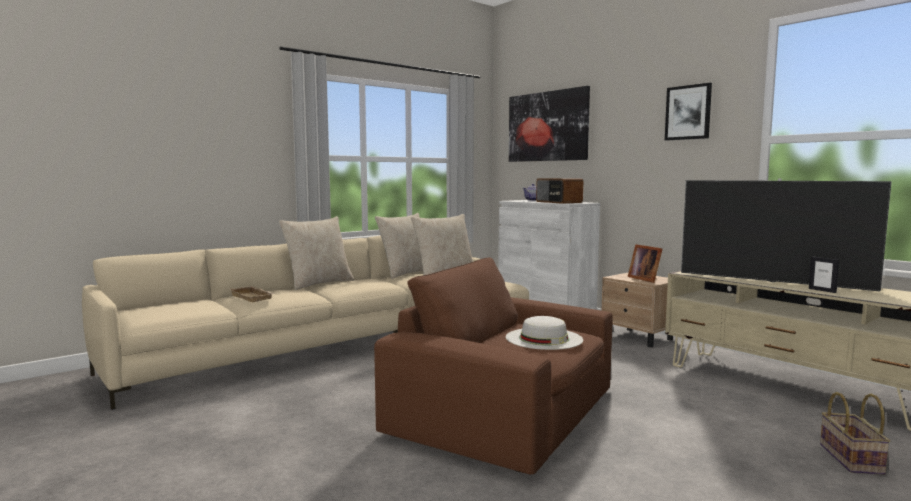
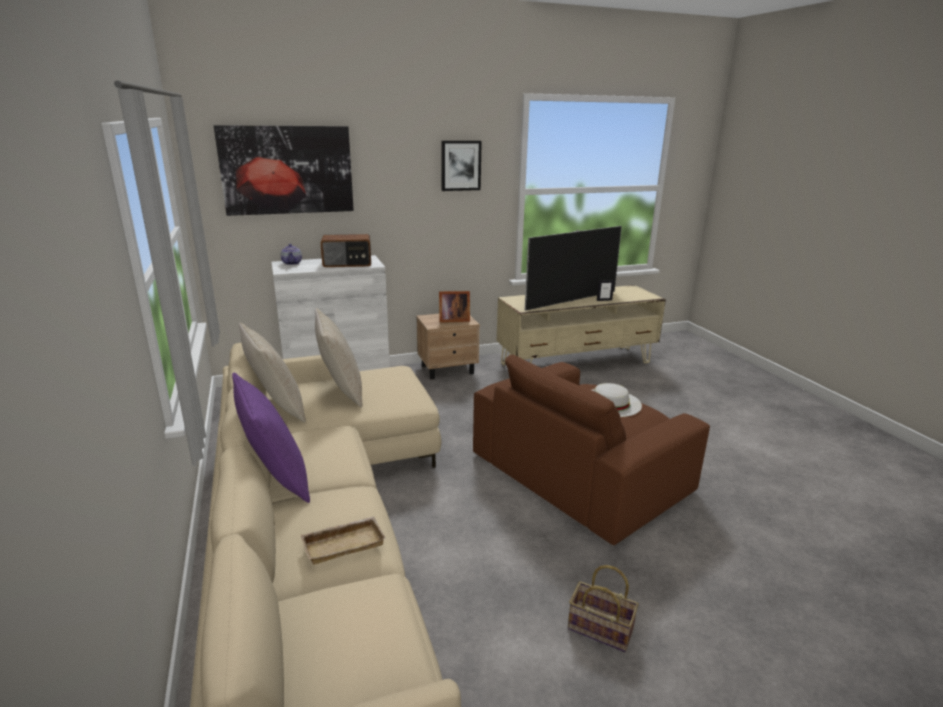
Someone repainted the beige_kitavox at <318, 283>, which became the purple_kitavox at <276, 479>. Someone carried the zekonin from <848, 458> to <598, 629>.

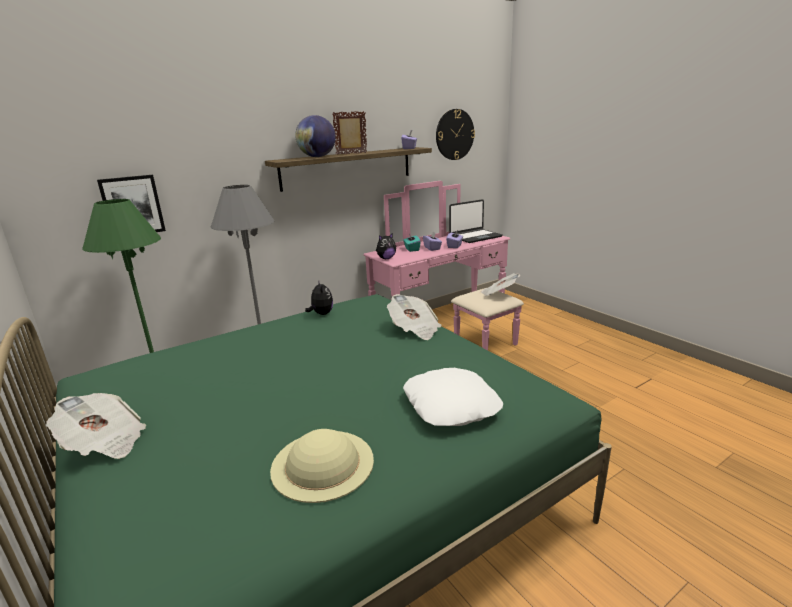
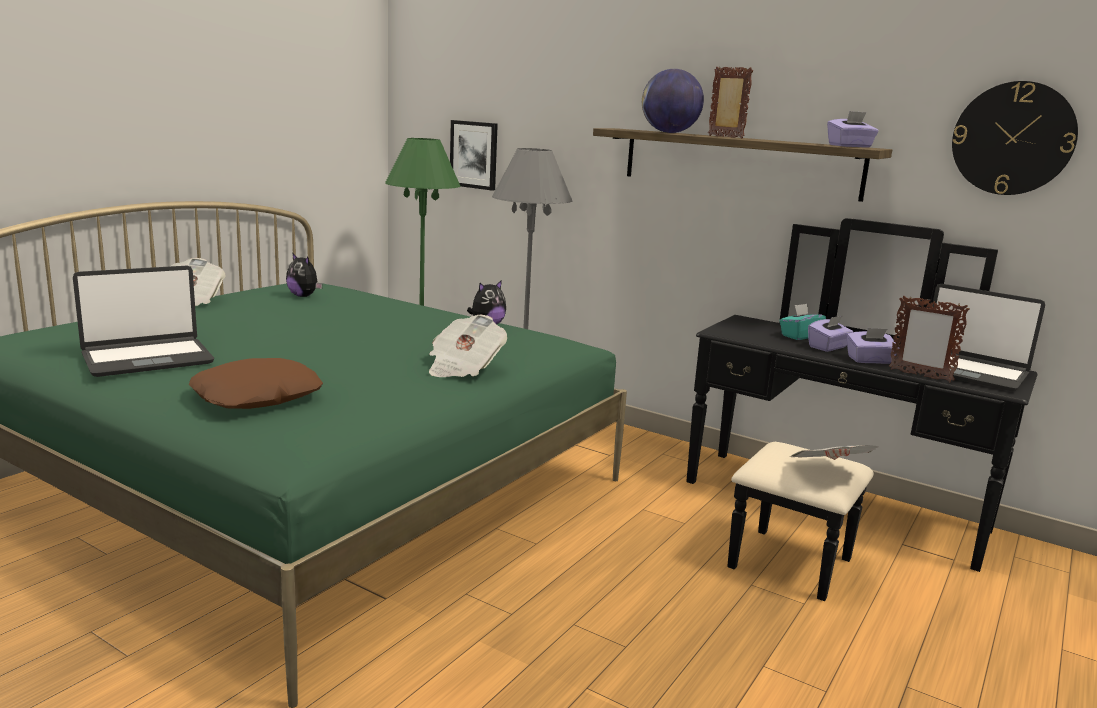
Someone swapped the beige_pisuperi at <322, 464> for the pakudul at <147, 359>. Someone repainted the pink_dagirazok at <450, 324>, which became the black_dagirazok at <825, 518>. Someone carried the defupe from <386, 258> to <304, 296>. Someone repainted the white_kitavox at <451, 405>, which became the brown_kitavox at <257, 397>. Someone put down the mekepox at <919, 375>.

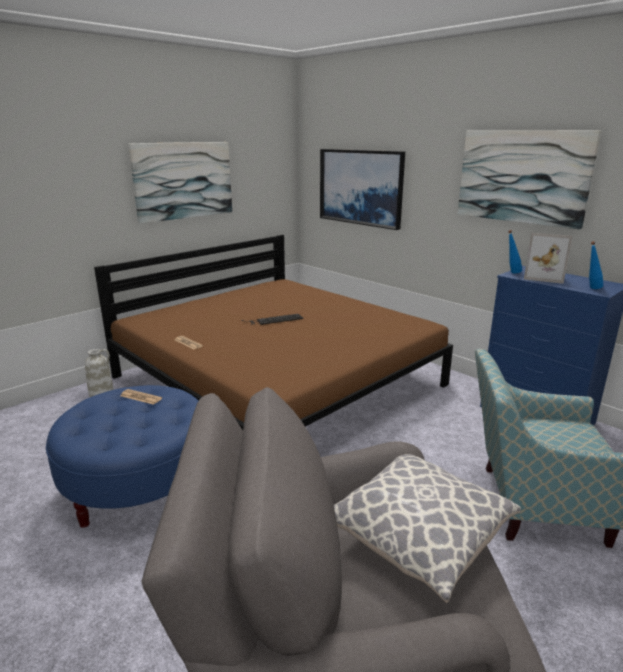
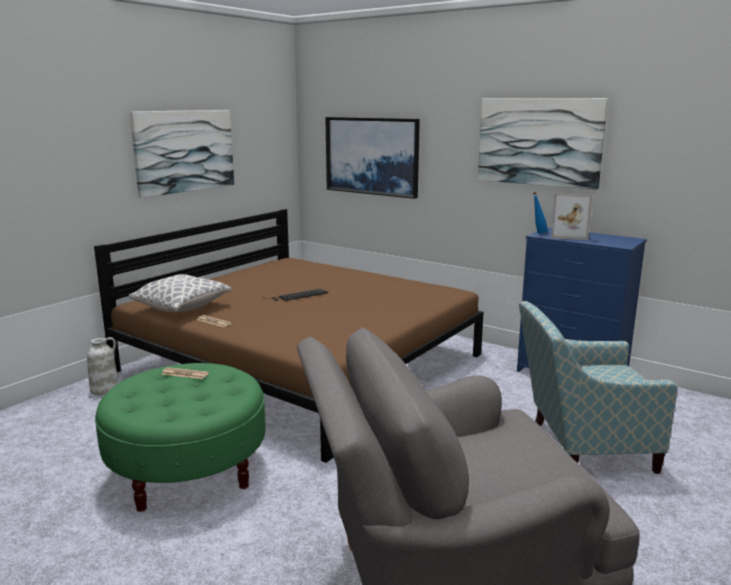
Someone repainted the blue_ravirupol at <140, 487>, which became the green_ravirupol at <188, 471>. Someone carried the kitavox from <418, 537> to <182, 308>. Someone took away the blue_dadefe at <591, 288>.

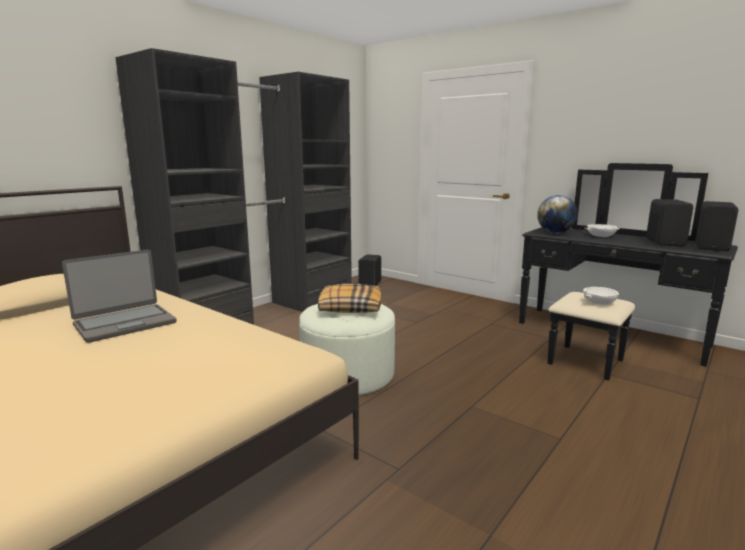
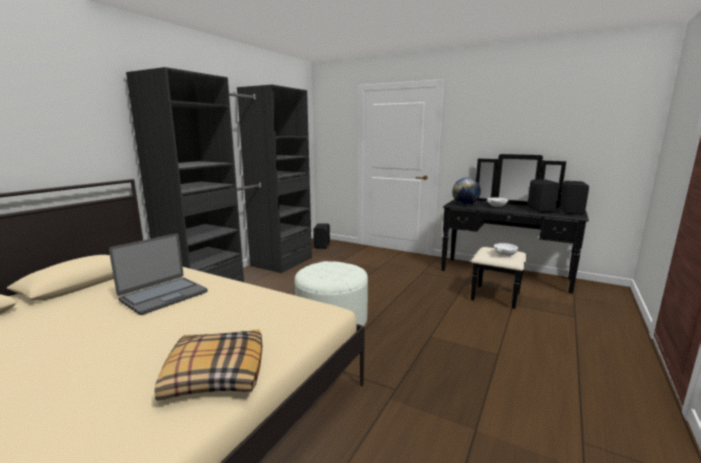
Someone carried the kitavox from <349, 307> to <215, 374>.

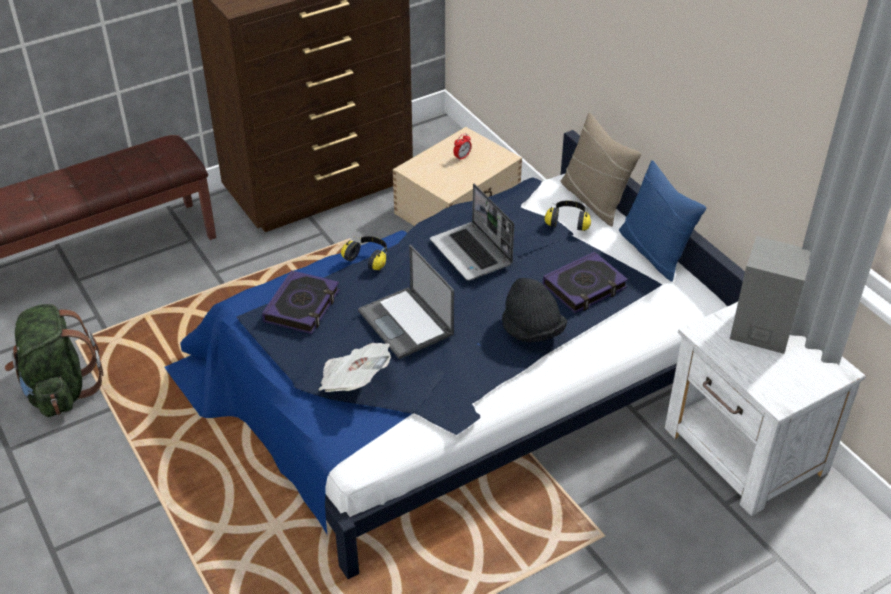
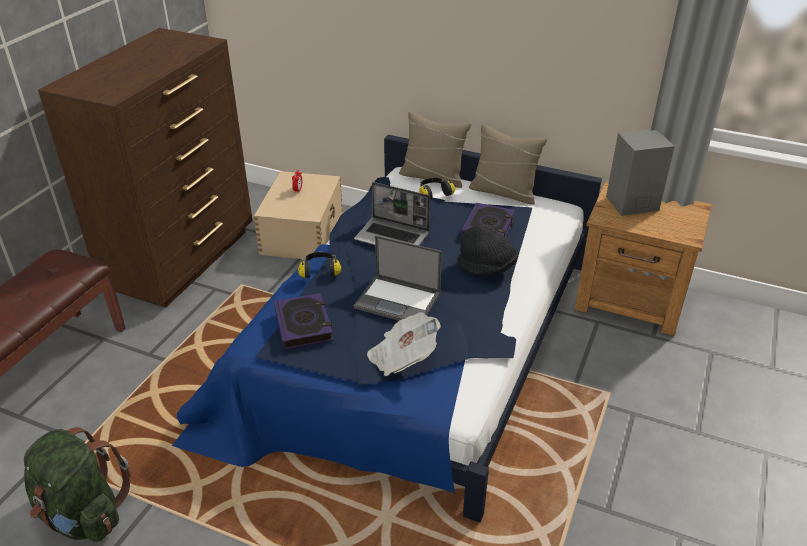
Someone repainted the blue_kitavox at <654, 252>, which became the beige_kitavox at <504, 192>. Someone repainted the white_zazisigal at <745, 452>, which became the brown_zazisigal at <631, 301>.

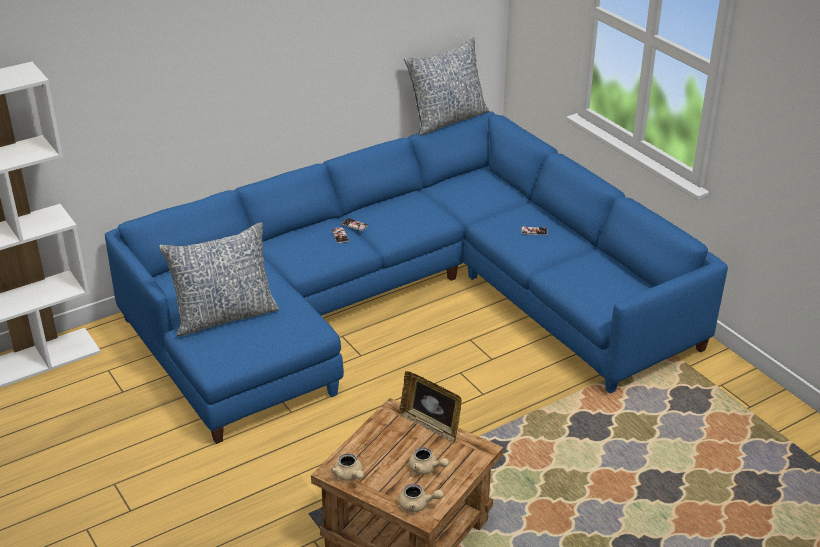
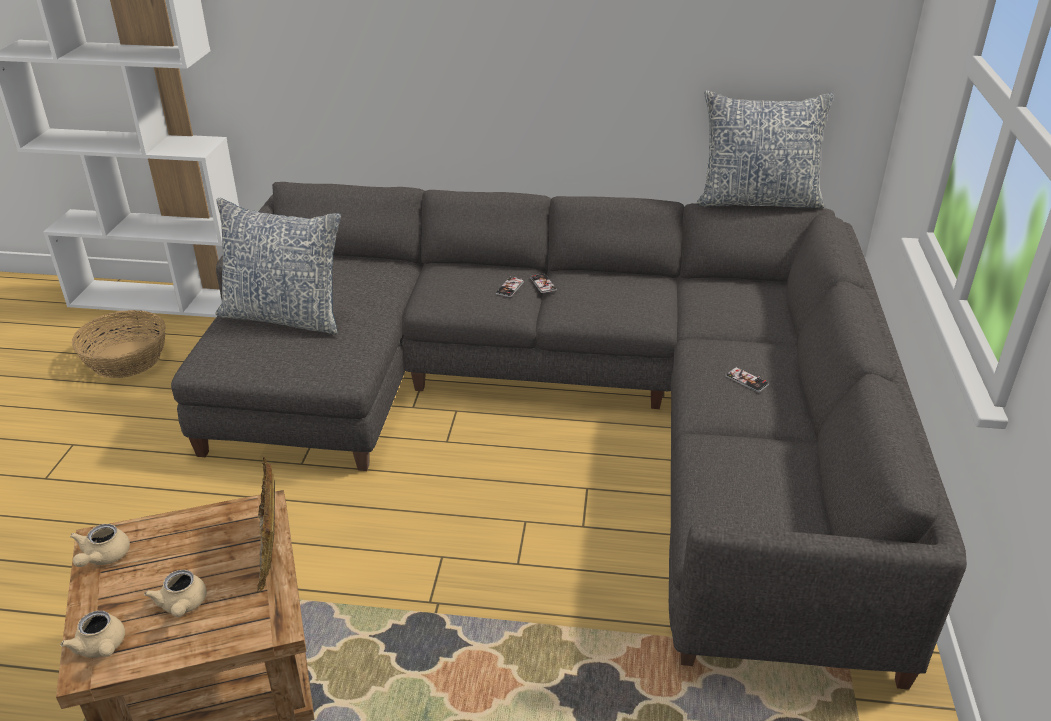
Someone repainted the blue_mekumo at <408, 301>, which became the grey_mekumo at <573, 408>. Someone put down the zekonin at <127, 359>.

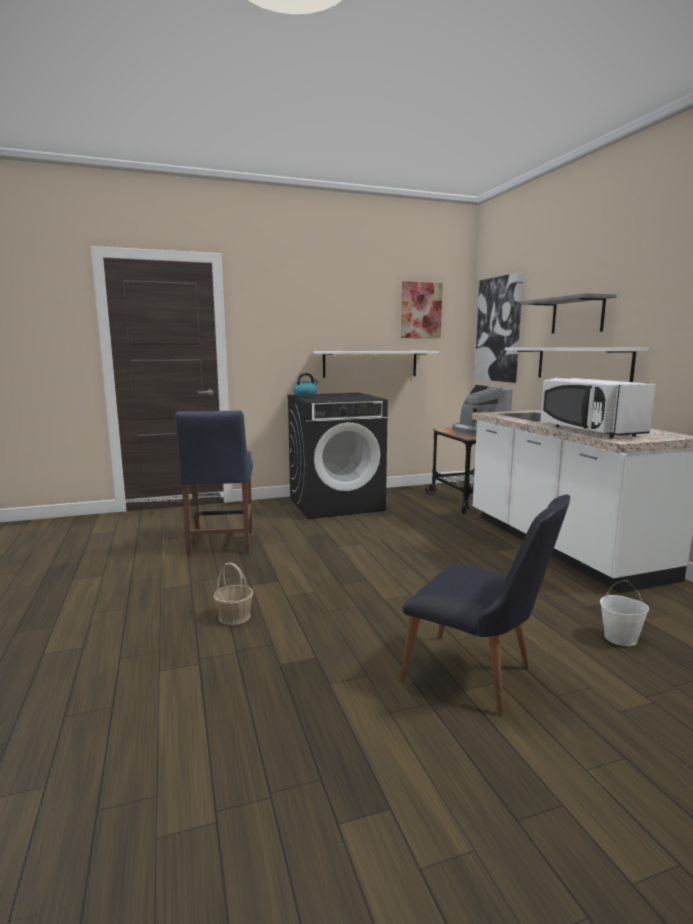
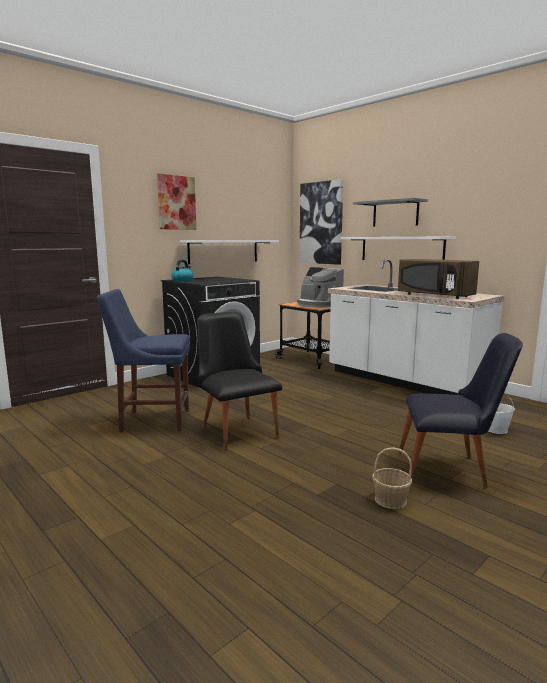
Someone rotated the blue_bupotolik at <220, 544> by 120 degrees clockwise. Someone carried the zekonin from <234, 616> to <390, 500>. Someone carried the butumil from <421, 310> to <176, 202>. Someone repainted the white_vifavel at <588, 431>, which became the brown_vifavel at <434, 295>. Someone put down the black_bupotolik at <236, 429>.

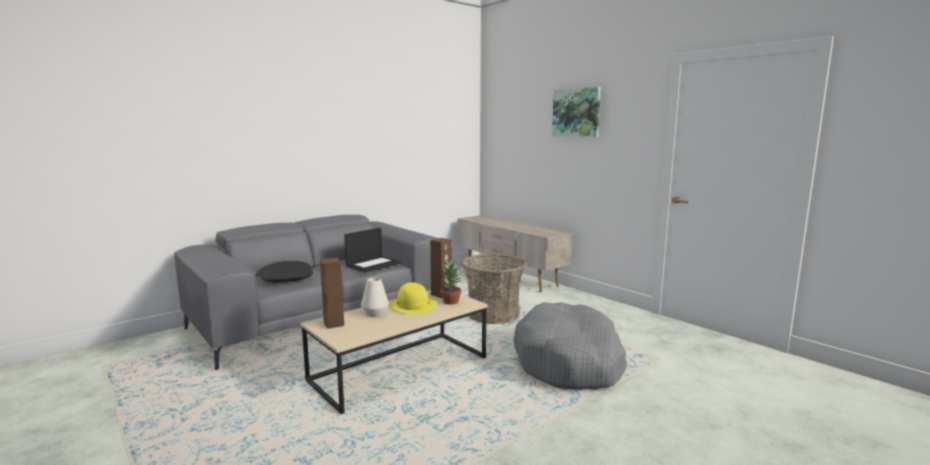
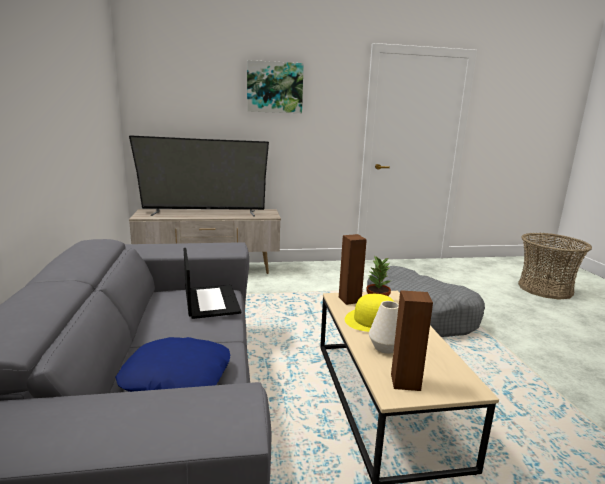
Someone repainted the black_kitavox at <287, 278>, which became the blue_kitavox at <177, 376>. Someone carried the zekonin from <493, 314> to <545, 289>. Someone put down the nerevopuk at <204, 213>.

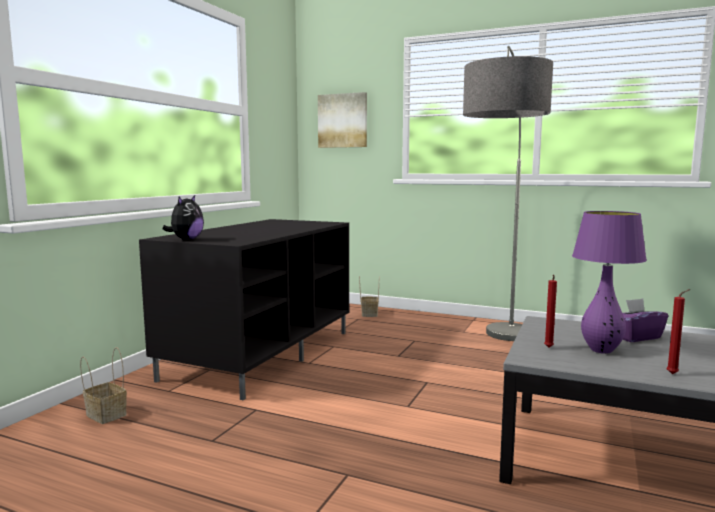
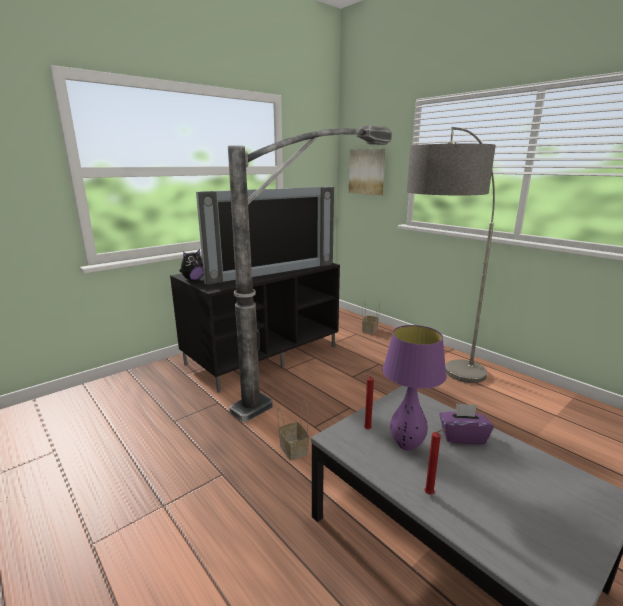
Someone carried the zekonin from <105, 415> to <292, 449>. Someone put down the nerevopuk at <271, 271>. Someone put down the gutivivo at <317, 374>.

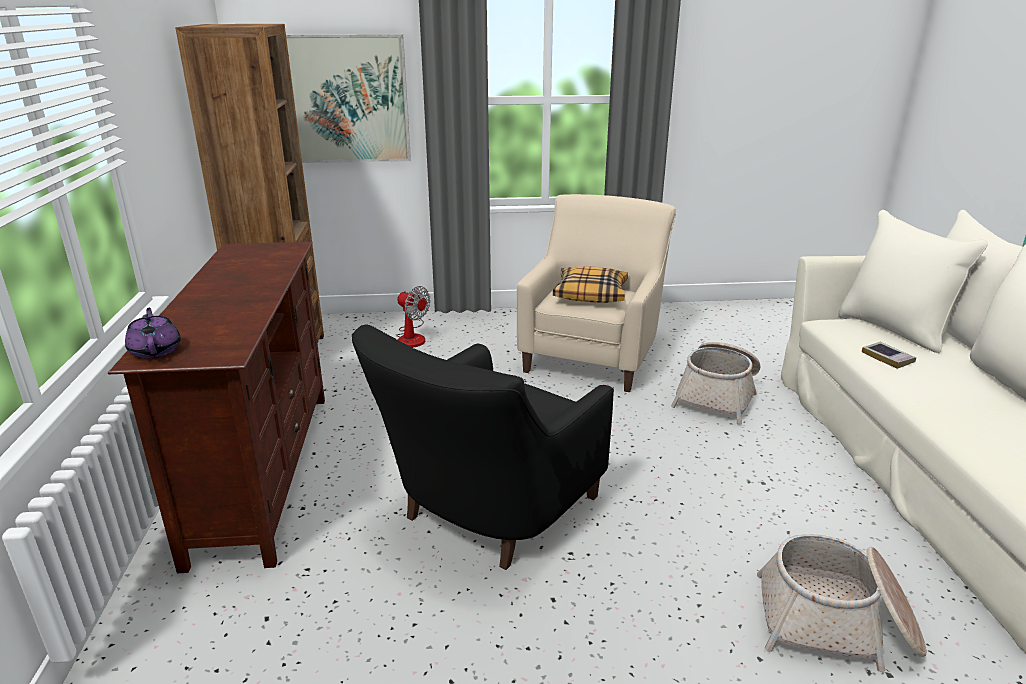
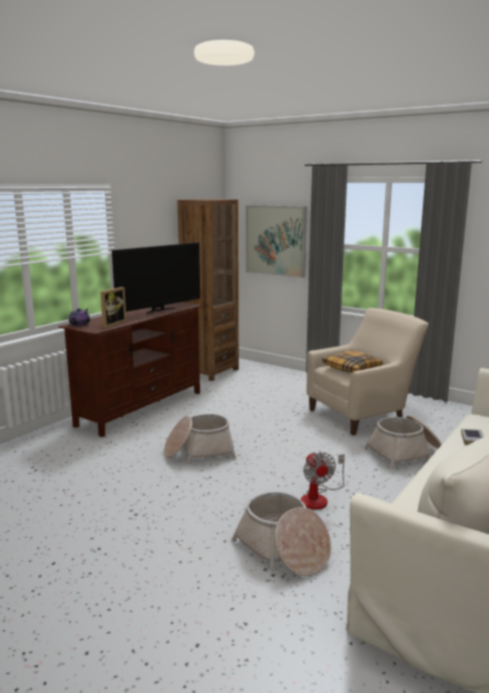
Someone swapped the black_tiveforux at <487, 514> for the zekonin at <199, 452>. Someone carried the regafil from <412, 337> to <319, 498>. Someone put down the mekepox at <111, 324>. Someone put down the nerevopuk at <159, 310>.

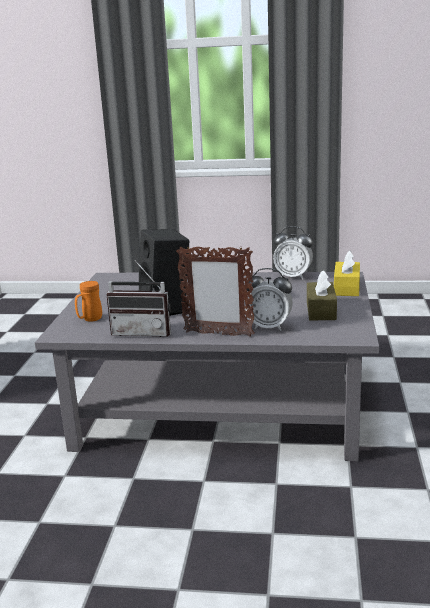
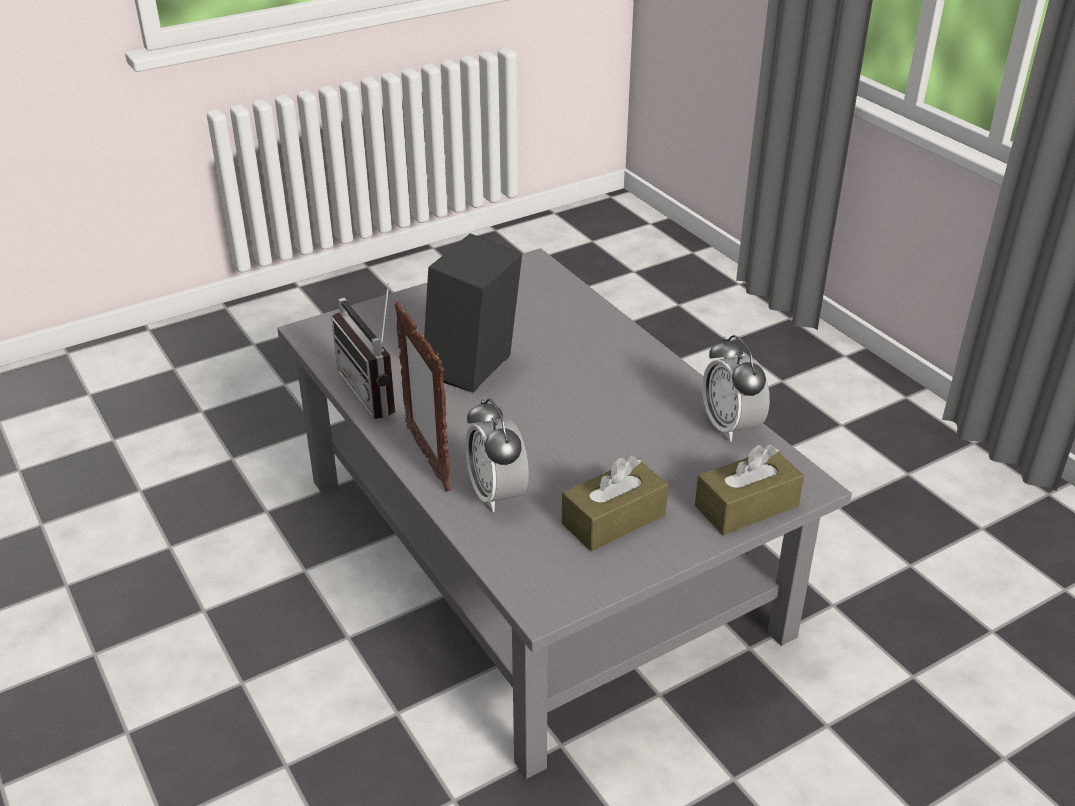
Someone took away the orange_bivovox at <90, 320>. Someone repainted the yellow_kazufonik at <346, 288>, which became the brown_kazufonik at <746, 506>.

